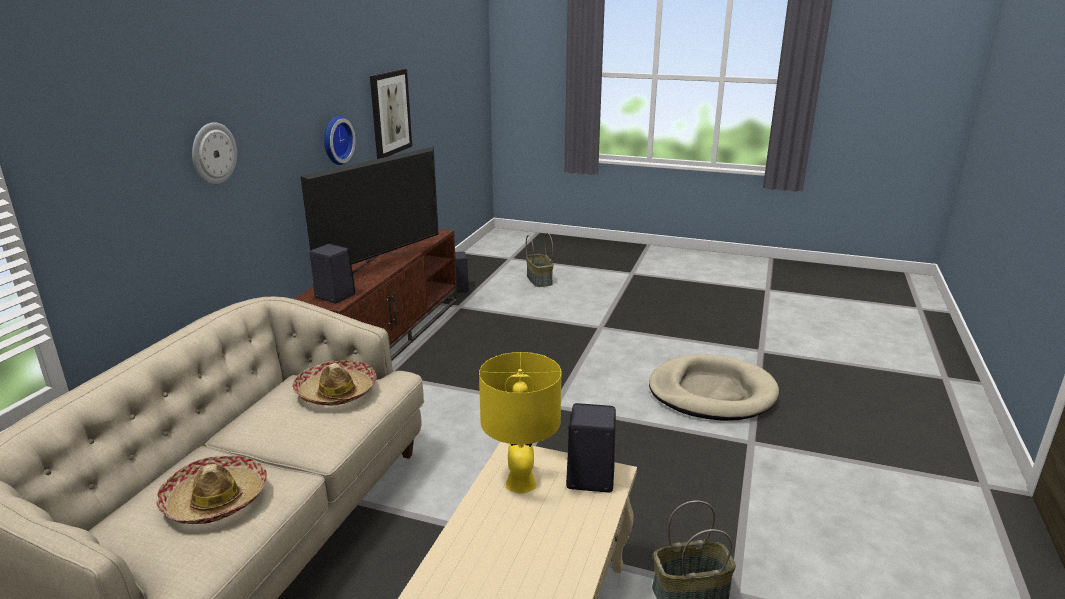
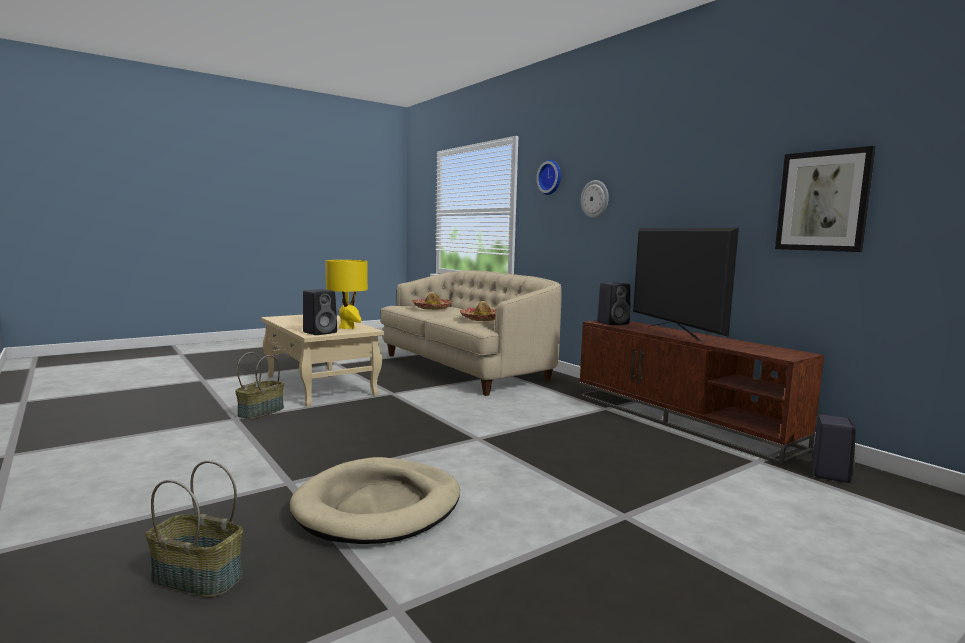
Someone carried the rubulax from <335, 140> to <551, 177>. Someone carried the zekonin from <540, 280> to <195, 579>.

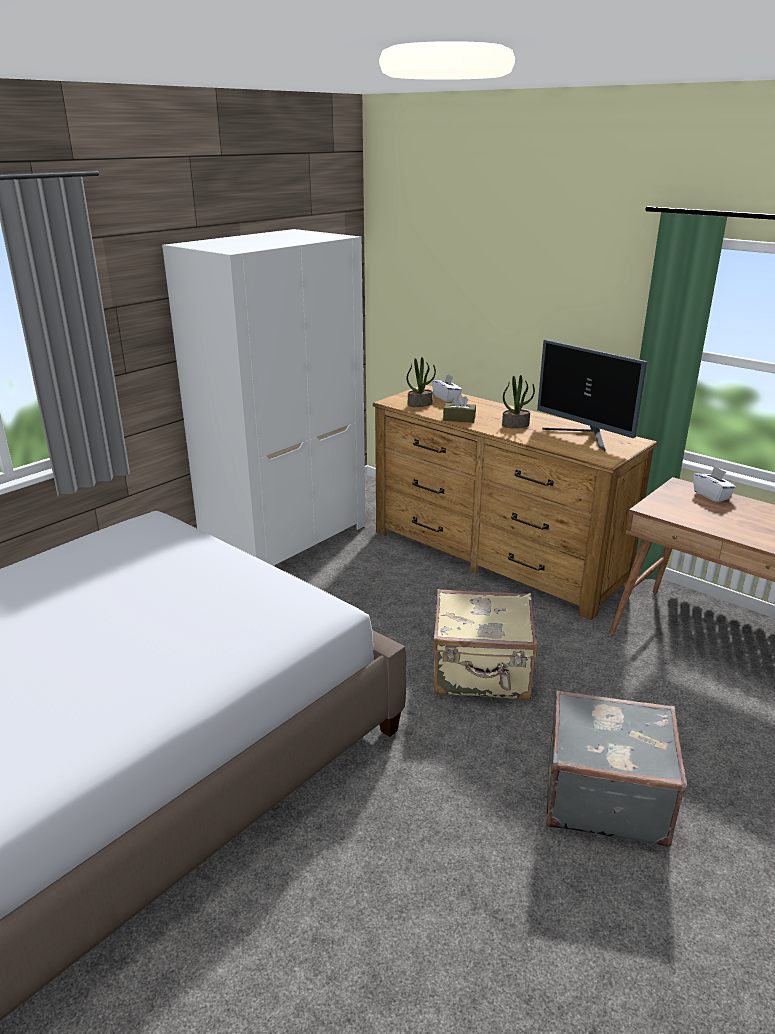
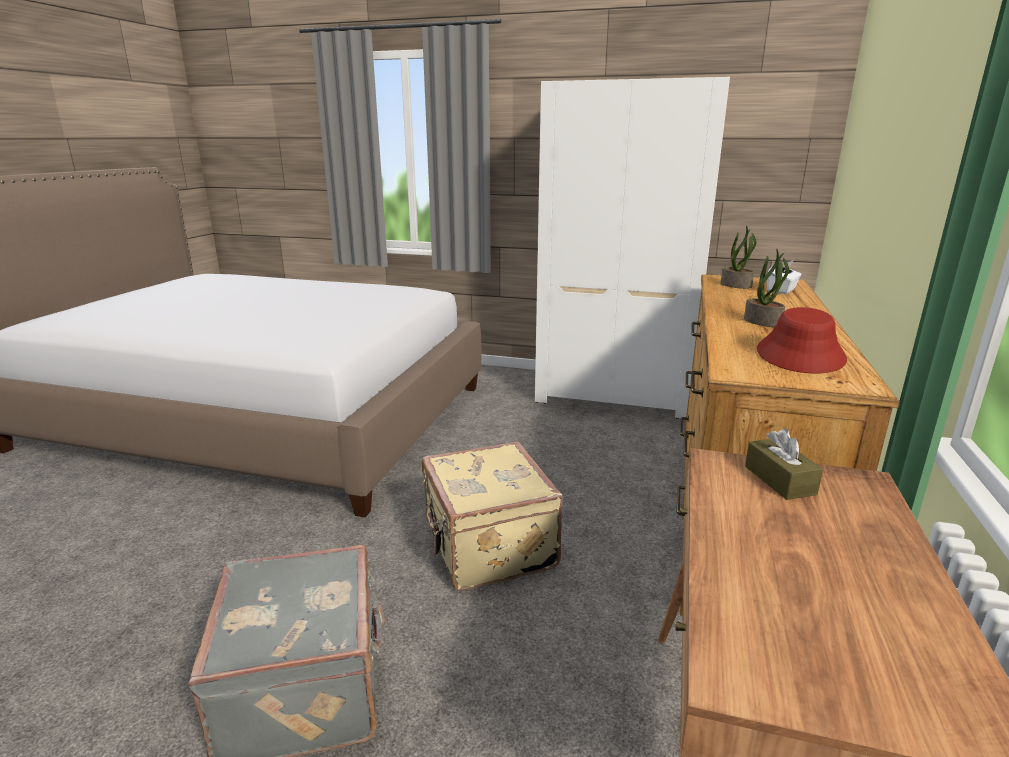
Someone carried the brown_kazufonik from <459, 419> to <779, 480>. Someone swapped the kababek at <584, 437> for the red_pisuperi at <800, 355>. Someone took away the white_kazufonik at <712, 495>.

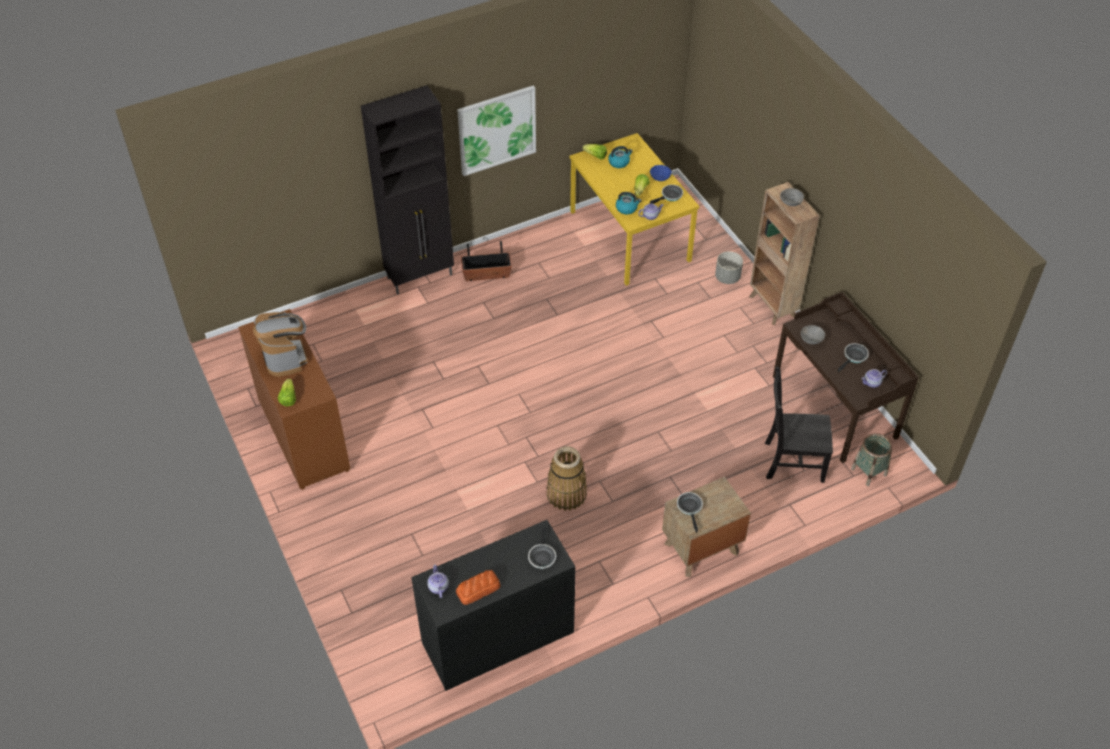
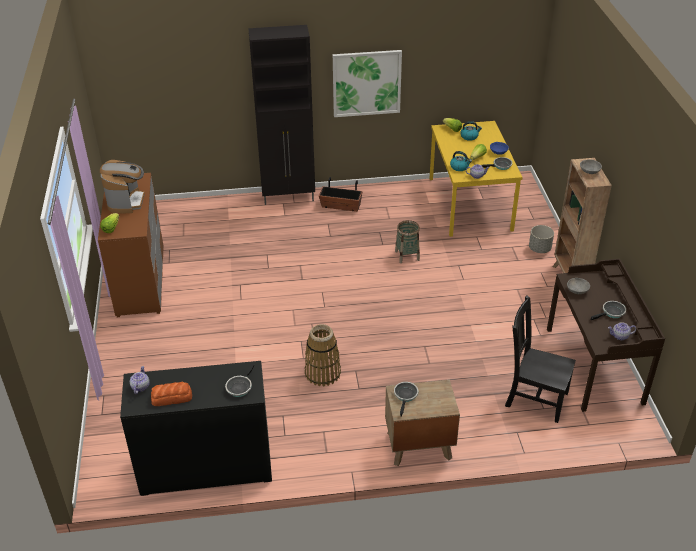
Someone carried the zekonin from <869, 472> to <407, 255>.

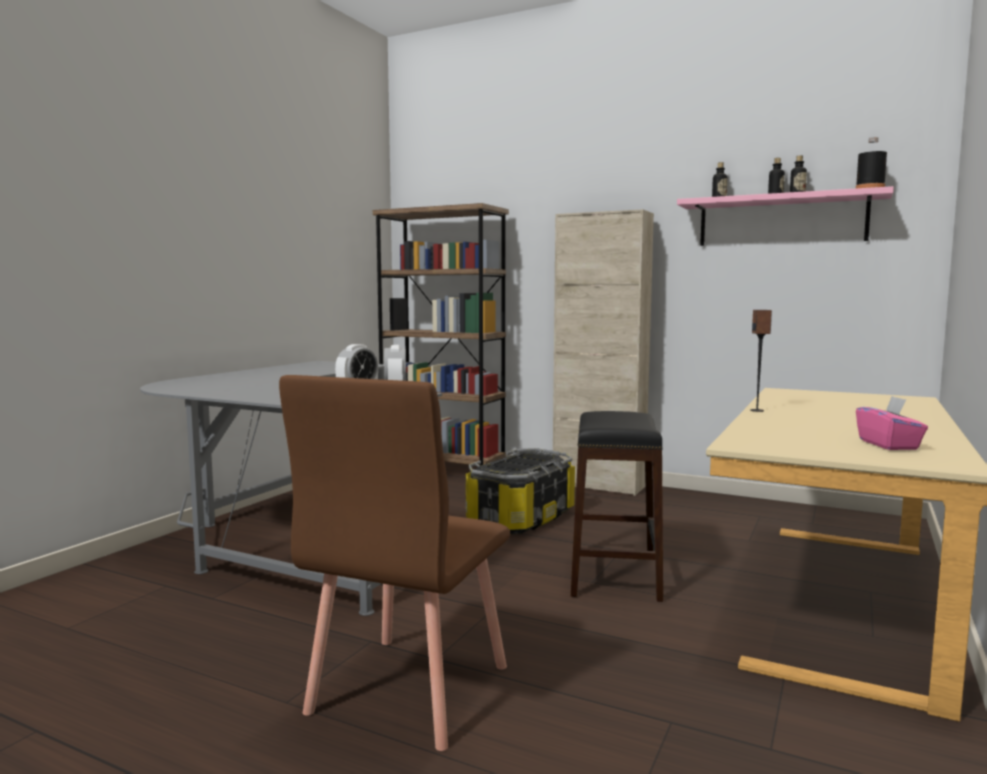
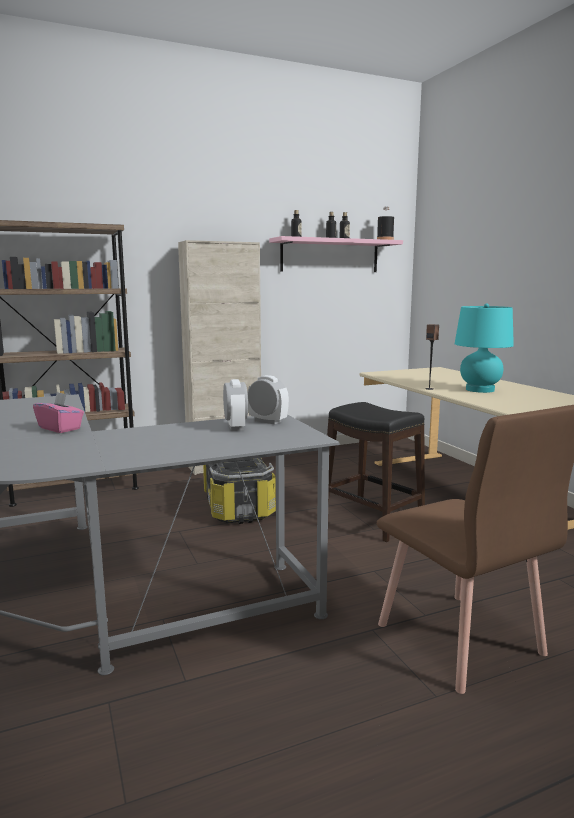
Someone carried the pink_kazufonik from <889, 445> to <60, 428>. Someone put down the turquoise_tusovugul at <480, 390>.

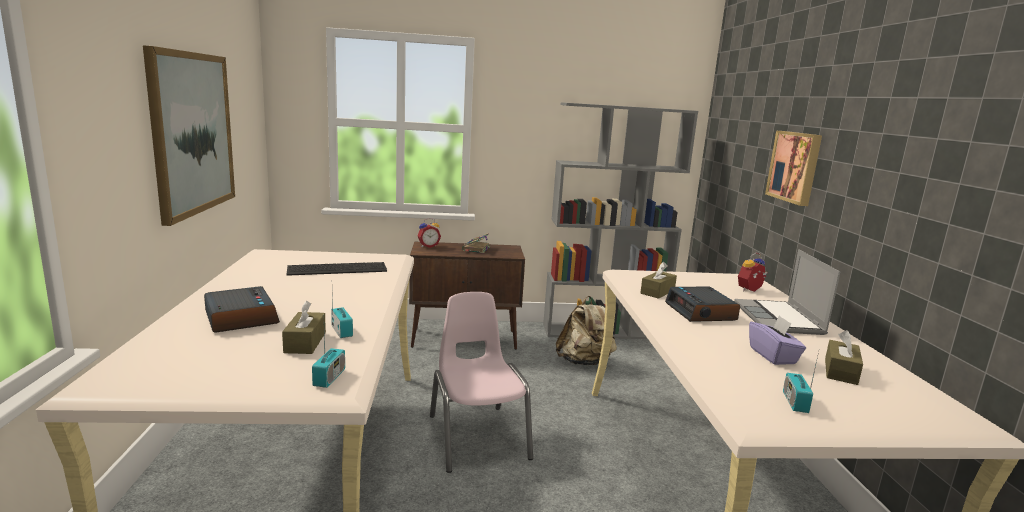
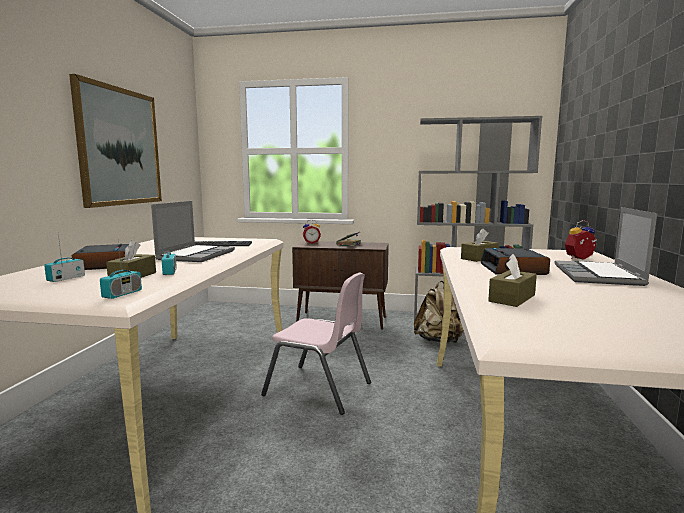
Someone rotated the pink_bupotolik at <477, 436> by 120 degrees clockwise. Someone took away the purple_kazufonik at <773, 356>. Someone took away the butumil at <795, 167>. Someone carried the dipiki from <795, 402> to <66, 278>. Someone carried the brown_kazufonik from <840, 371> to <512, 298>. Someone put down the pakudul at <196, 255>.

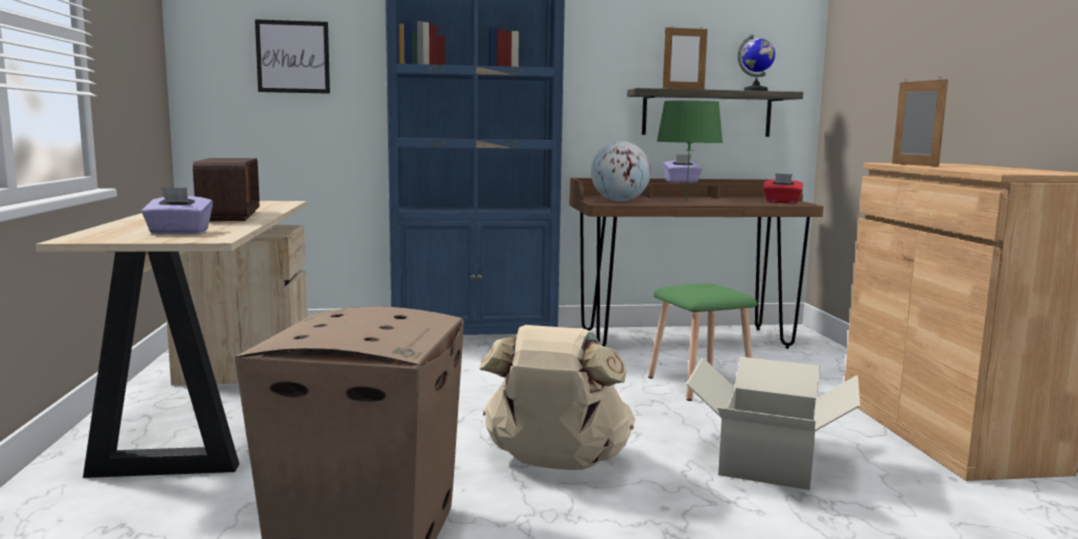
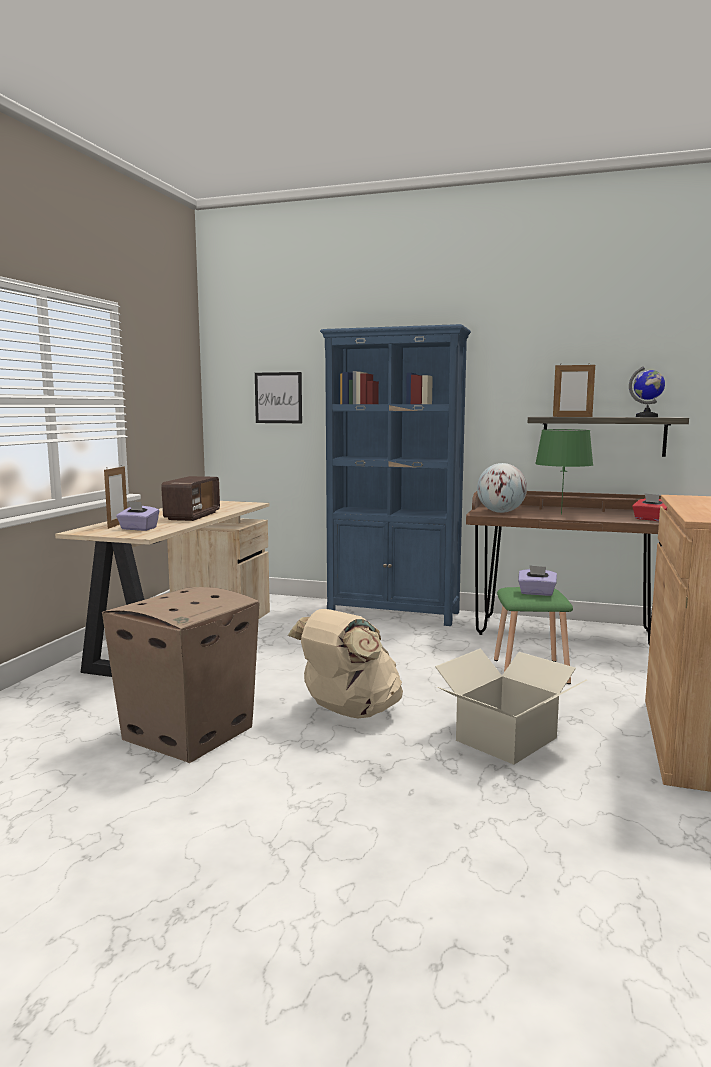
Someone carried the purple_kazufonik from <681, 182> to <536, 593>. Someone carried the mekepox from <914, 165> to <118, 525>.

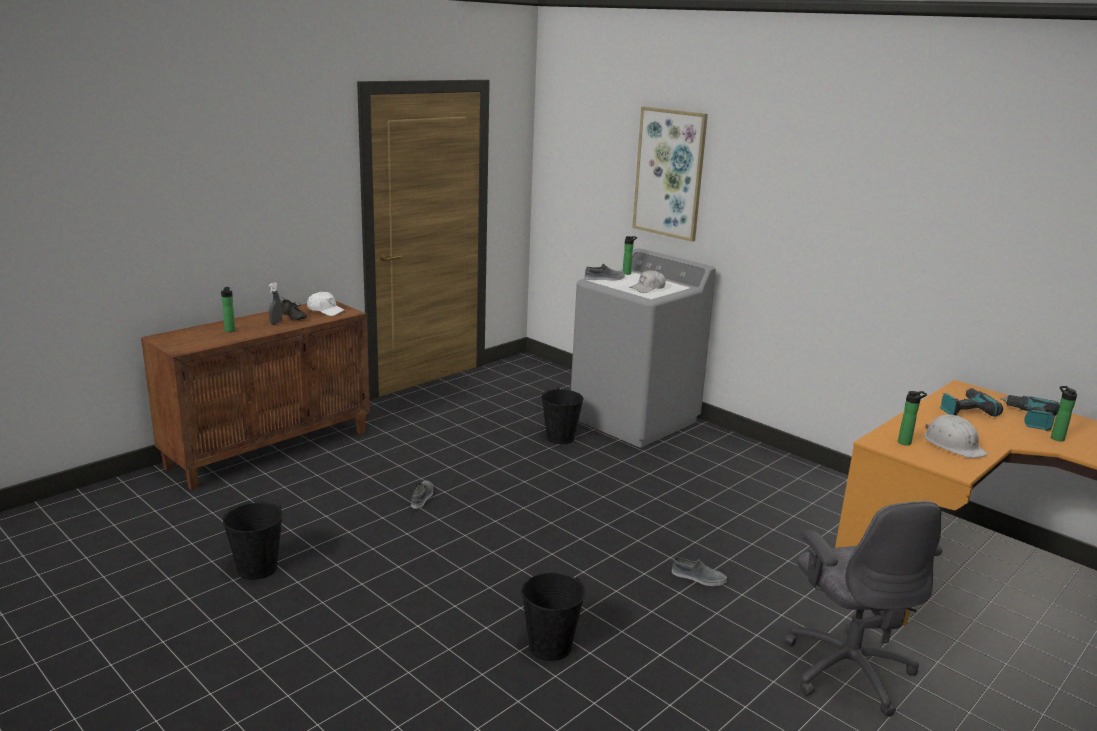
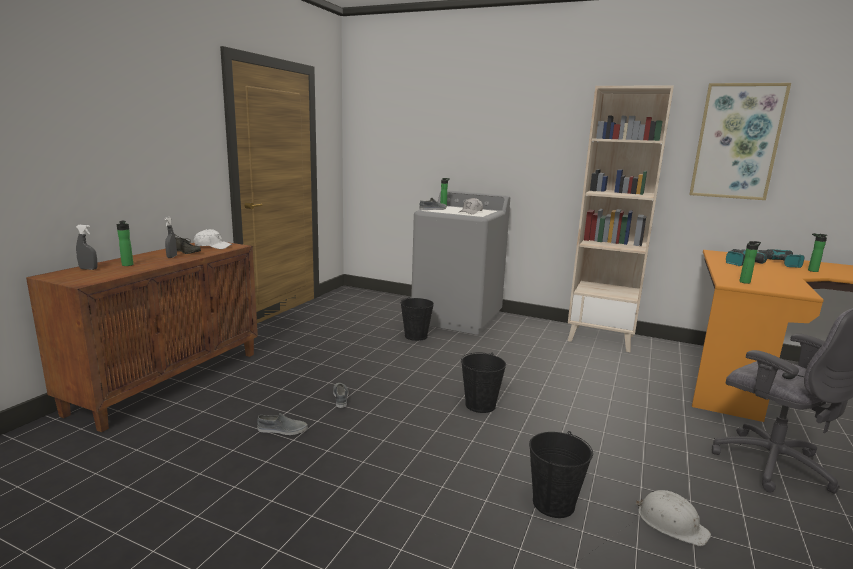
Someone carried the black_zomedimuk from <257, 568> to <480, 405>. Someone carried the butumil from <669, 173> to <737, 142>. Someone carried the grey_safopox from <698, 578> to <282, 430>. Someone carried the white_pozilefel from <953, 445> to <671, 523>. Someone put down the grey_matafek at <88, 269>. Someone put down the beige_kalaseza at <601, 338>.

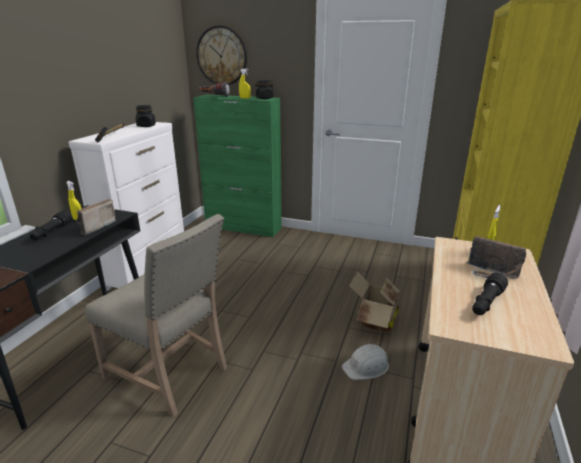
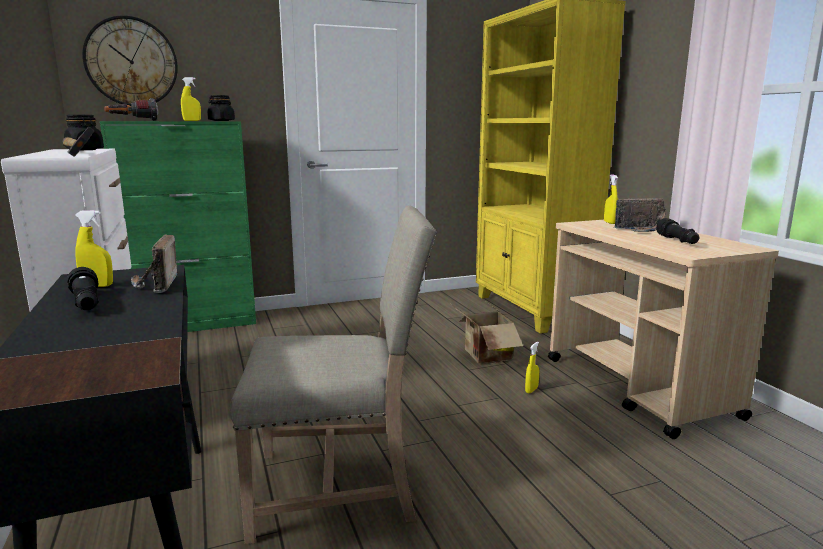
Someone swapped the white_pozilefel at <366, 366> for the yellow_matafek at <531, 390>.

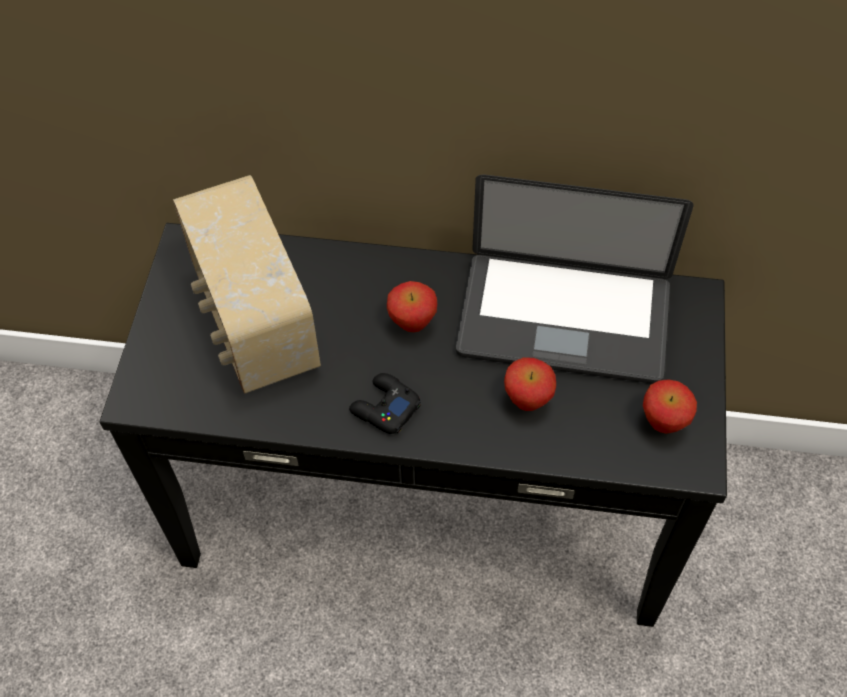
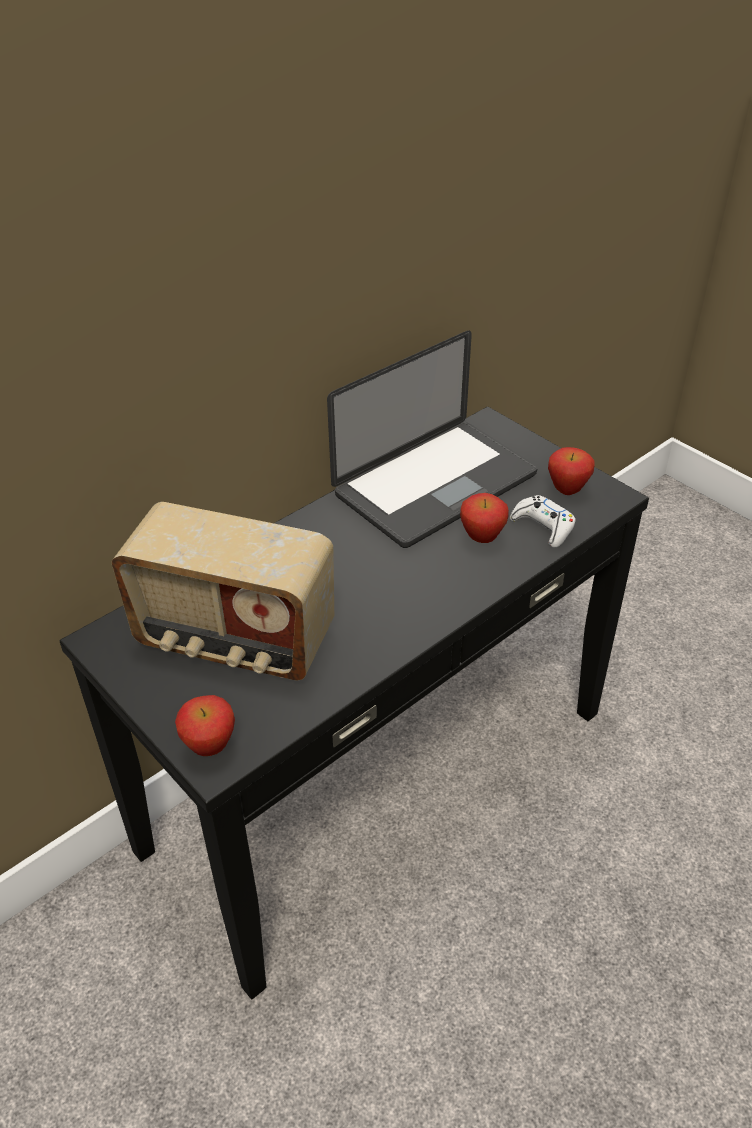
Someone took away the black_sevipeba at <384, 408>. Someone carried the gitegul from <412, 324> to <210, 747>. Someone put down the white_sevipeba at <543, 526>.

